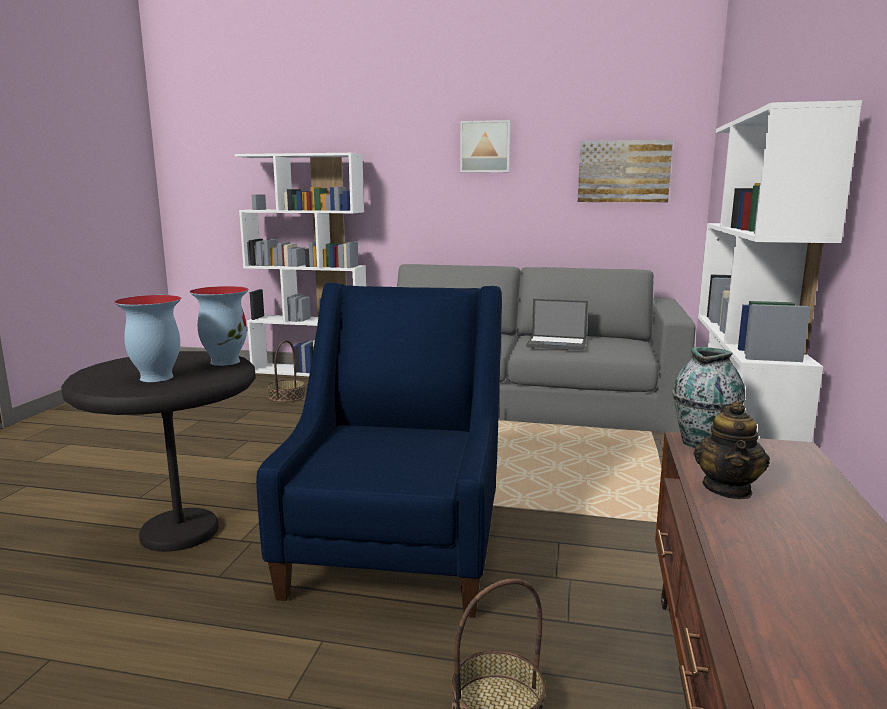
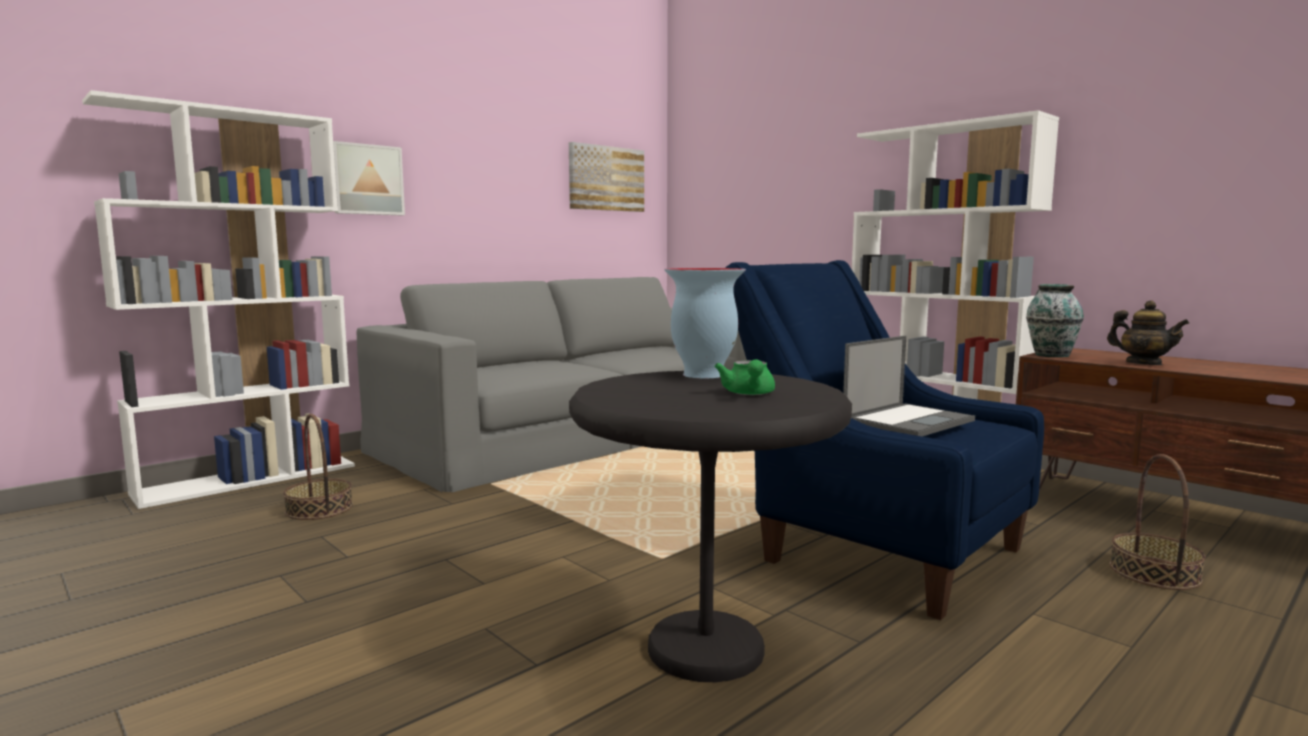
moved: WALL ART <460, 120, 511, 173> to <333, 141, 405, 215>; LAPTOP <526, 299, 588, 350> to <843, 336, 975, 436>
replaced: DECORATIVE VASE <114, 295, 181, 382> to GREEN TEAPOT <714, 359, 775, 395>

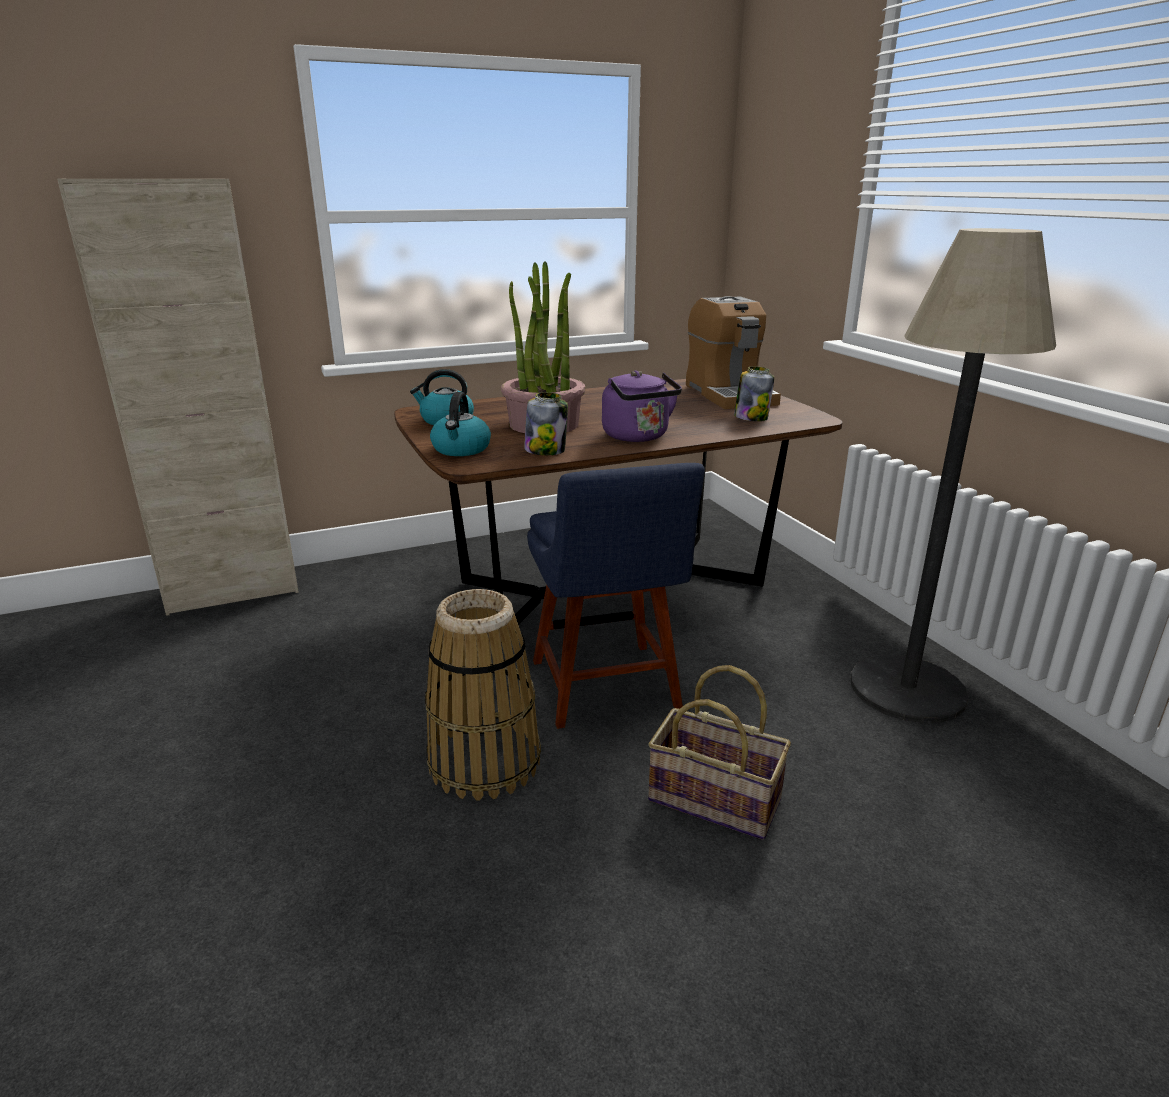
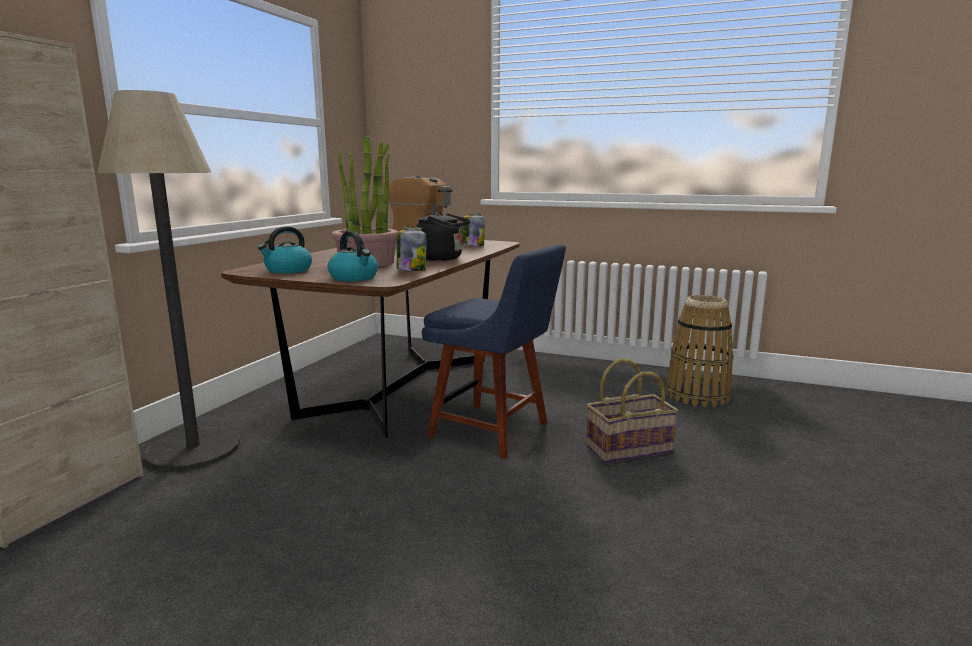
moved: BASKET <425, 589, 541, 801> to <666, 295, 734, 407>; FLOOR LAMP <851, 228, 1056, 723> to <97, 90, 240, 471>
recoloured: PURPLE KETTLE <602, 370, 682, 442> to BLACK KETTLE <415, 212, 471, 261>

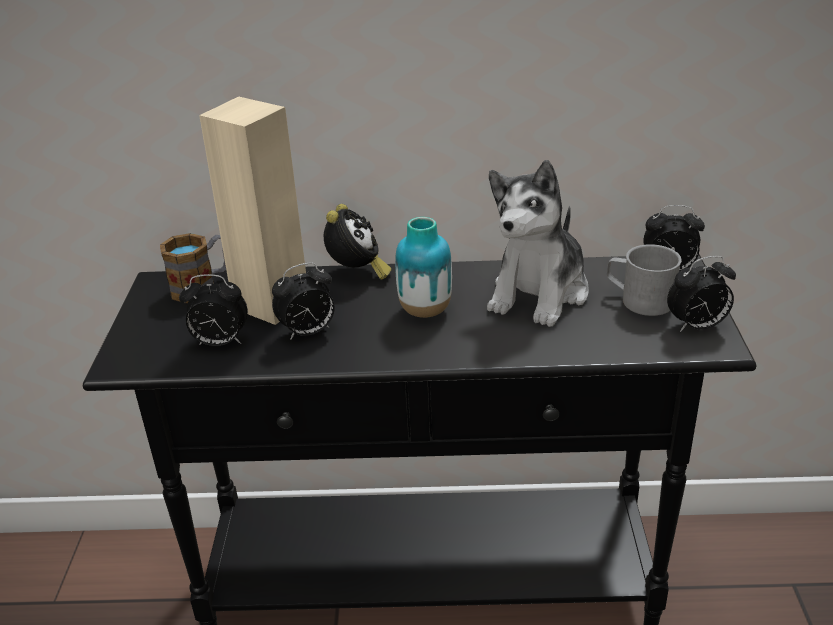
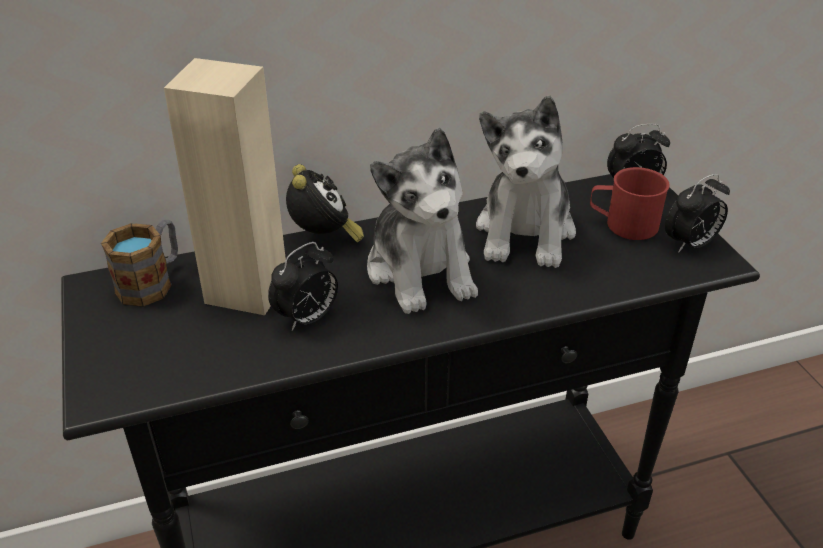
removed: BEDSIDE CLOCK <179, 274, 248, 346>
replaced: DECORATIVE VASE <395, 217, 452, 318> to SOFT TOY <367, 127, 478, 314>
recoloured: GRAY MUG <607, 244, 682, 316> to REDDISH MUG <590, 167, 670, 240>

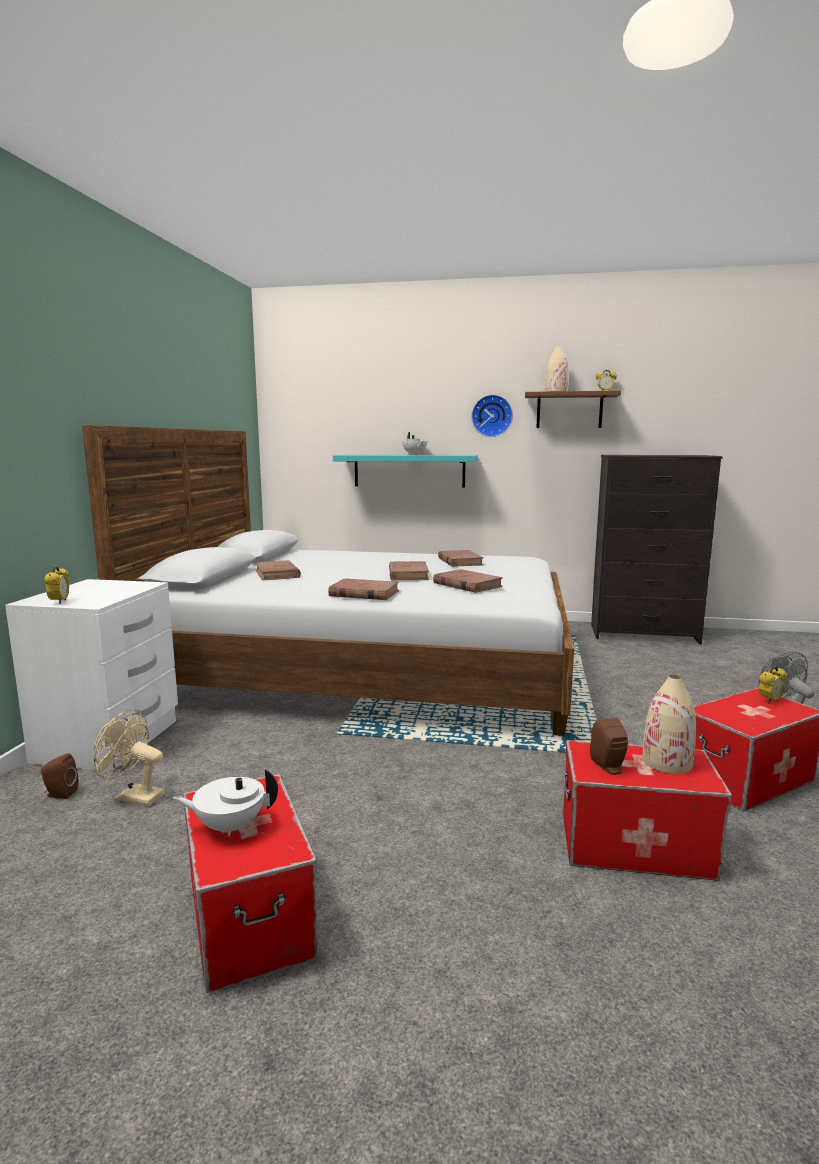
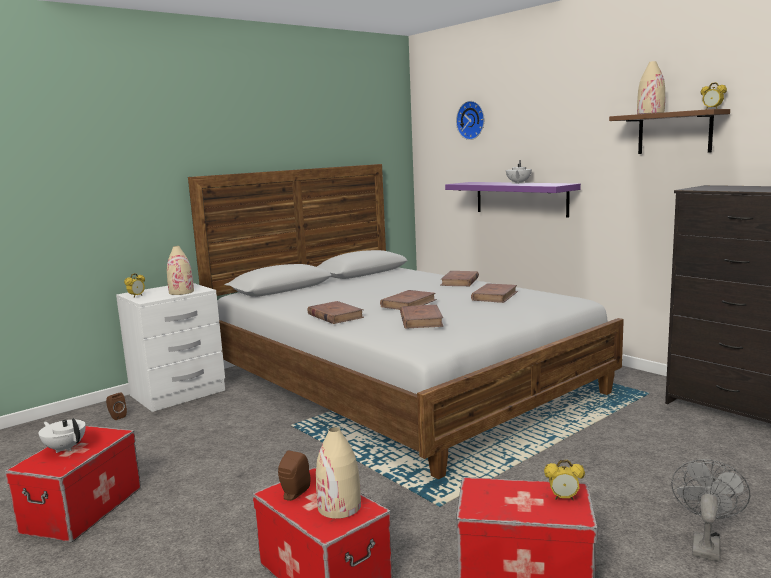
removed: SAND-COLOURED ELECTRIC FAN <93, 709, 165, 806>
added: SAND-COLOURED DECORATIVE VASE <167, 246, 194, 295>
moved: BROWNISH BOOK <255, 560, 301, 580> to <440, 271, 479, 286>; HANGING CLOCK <471, 394, 513, 437> to <456, 101, 484, 140>
recoloured: TURQUOISE BRACKET SHELF <333, 455, 478, 488> to PURPLE BRACKET SHELF <445, 182, 581, 218>

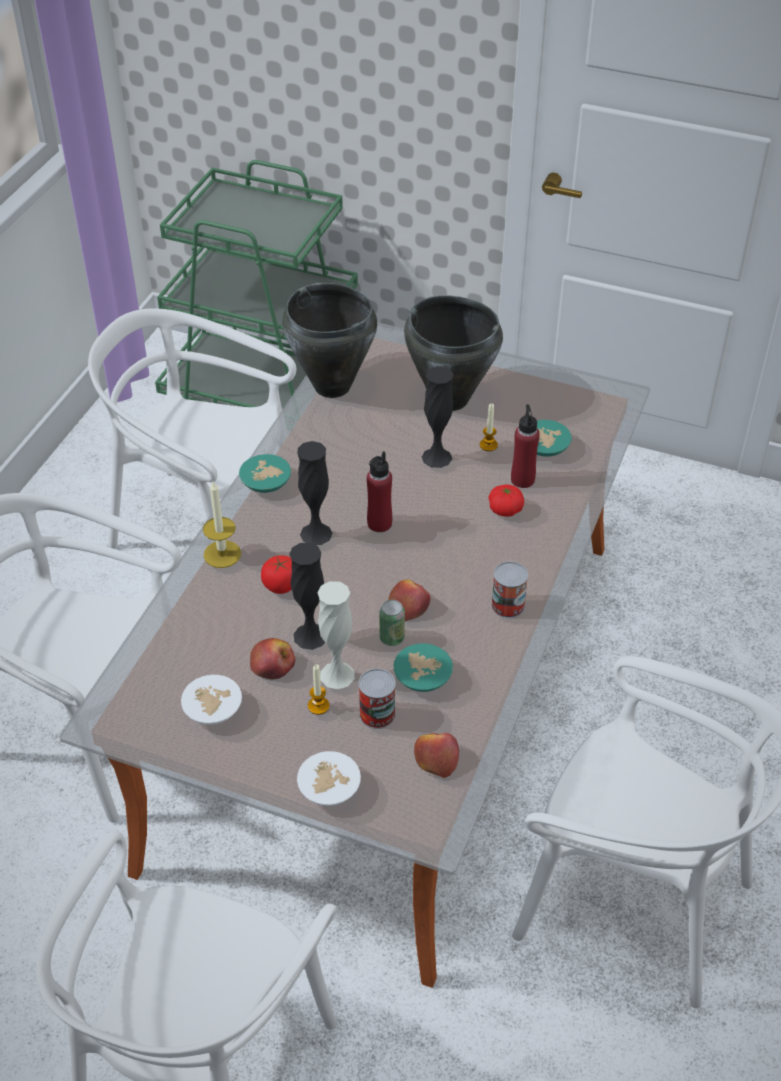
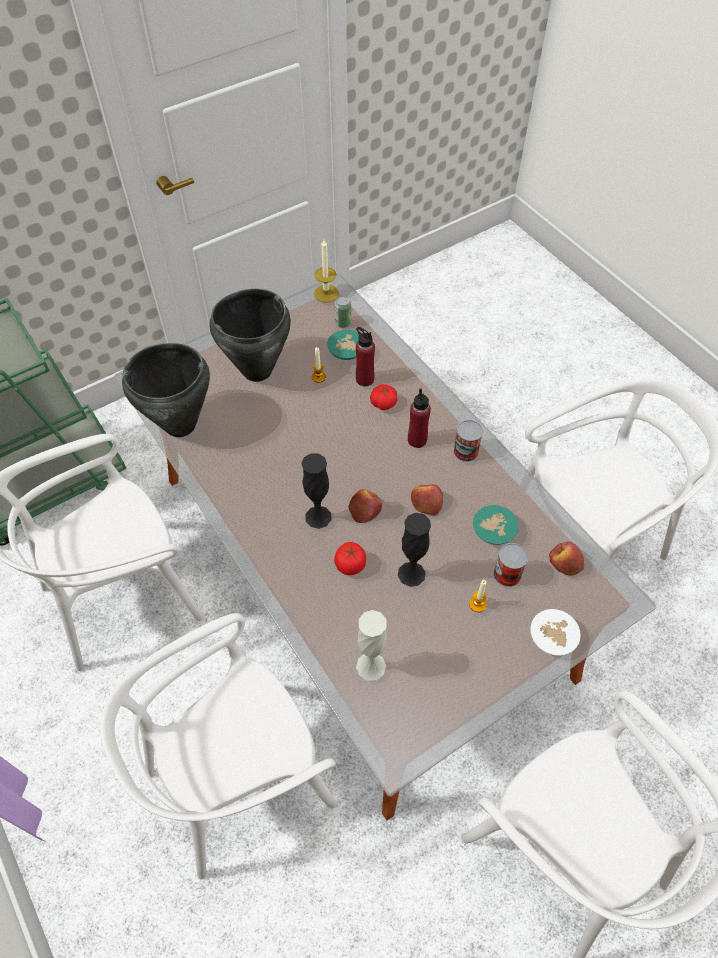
removed: WHITE-COLOURED SERVING BOWL <181, 675, 242, 725>; TURQUOISE SERVING BOWL <239, 454, 291, 493>; BLACK DECORATIVE VASE <422, 366, 453, 468>
moved: CANDLE <203, 481, 241, 568> to <314, 240, 339, 303>; APPLE FRUIT <250, 638, 295, 679> to <348, 489, 382, 523>; WHITE-COLOURED DECORATIVE VASE <318, 581, 355, 690> to <356, 610, 387, 681>; REDDISH BOTTLE <367, 451, 392, 532> to <408, 389, 431, 448>; SEALED CAN <379, 600, 405, 646> to <335, 296, 351, 328>

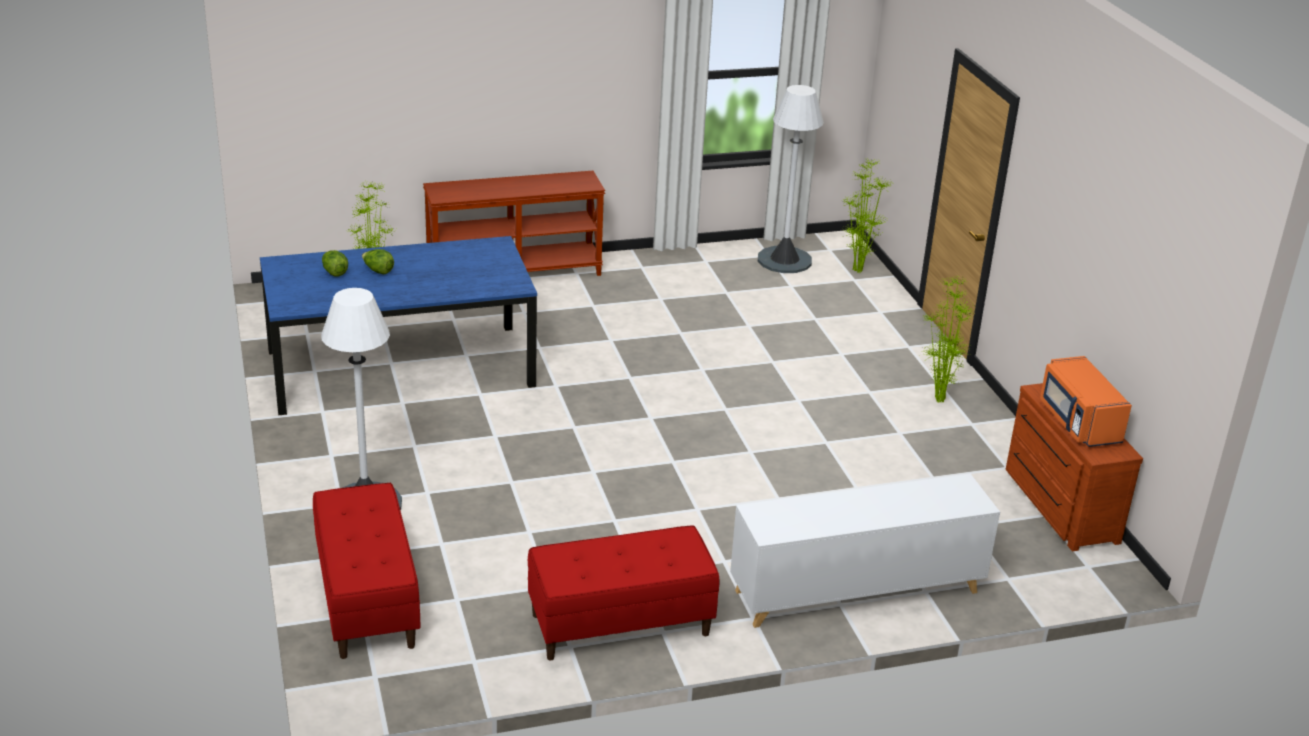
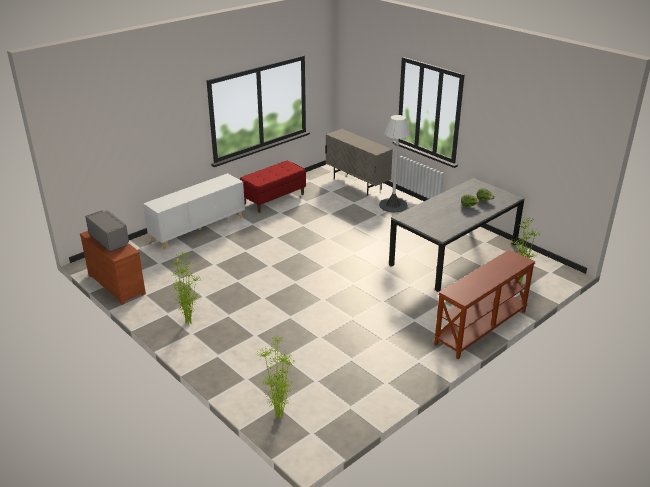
removed: WHITE-COLOURED FLOOR LAMP <758, 85, 824, 273>
replaced: REDDISH INDOOR BENCH <313, 483, 421, 659> to SAND-COLOURED CABINET <325, 129, 393, 196>
recoloured: BLUISH KITCHEN TABLE <260, 236, 537, 415> to GRAY KITCHEN TABLE <389, 178, 525, 292>; ORANGEY MICROWAVE OVEN <1040, 356, 1132, 447> to GRAY MICROWAVE OVEN <85, 210, 129, 252>

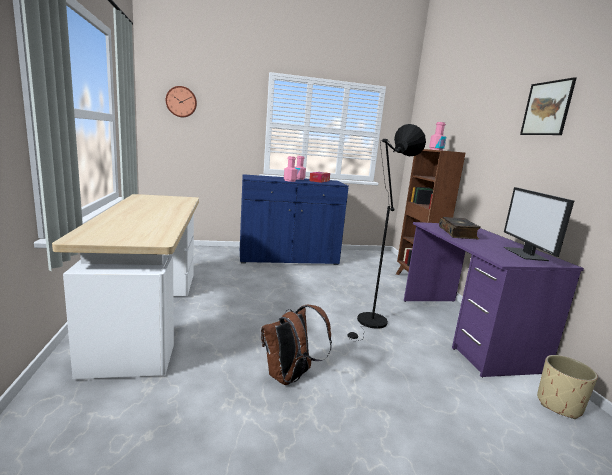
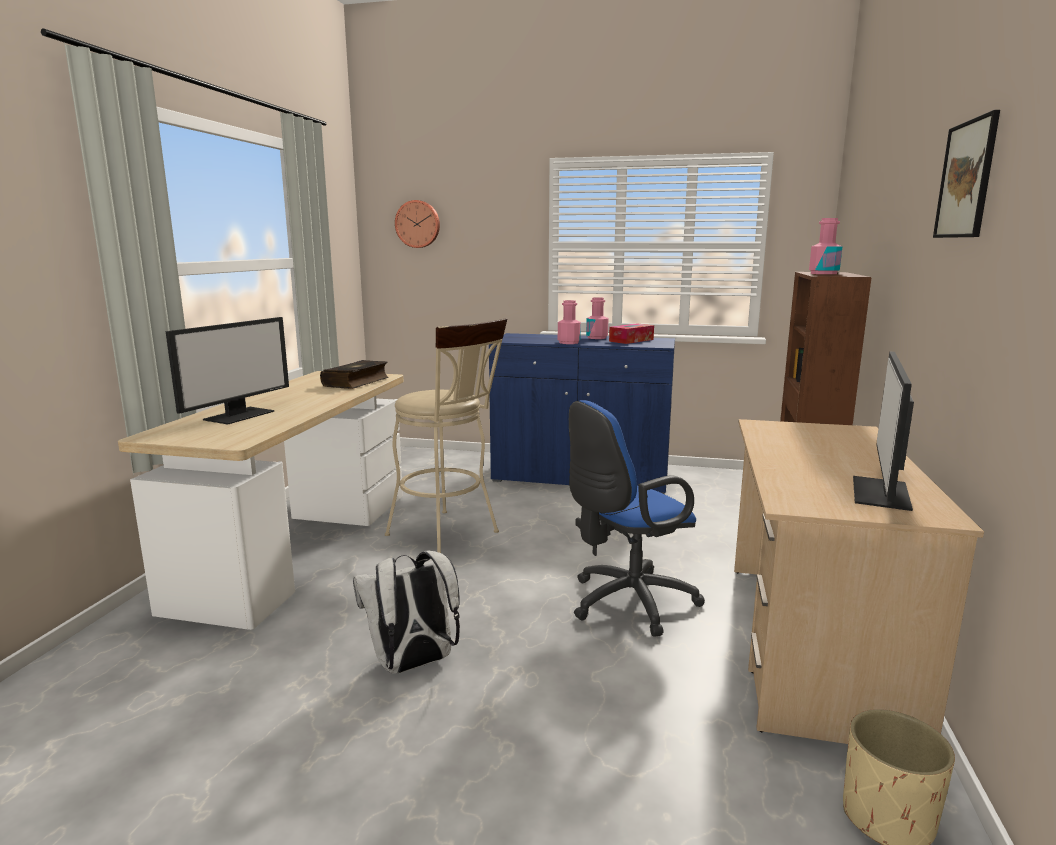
added: COMPUTER SCREEN <165, 317, 289, 425>; SAND-COLOURED STOOL <385, 318, 507, 553>
moved: BOOK <439, 217, 481, 239> to <320, 360, 389, 389>
replaced: BLACK FLOOR LAMP <347, 124, 426, 341> to BLUISH DESK CHAIR <569, 400, 705, 637>
recoloured: BROWNISH KNAPSACK <261, 305, 332, 385> to WHITE-COLOURED KNAPSACK <353, 551, 460, 674>; PURPLE DESK UNIT <404, 222, 584, 378> to SAND-COLOURED DESK UNIT <734, 419, 984, 744>

